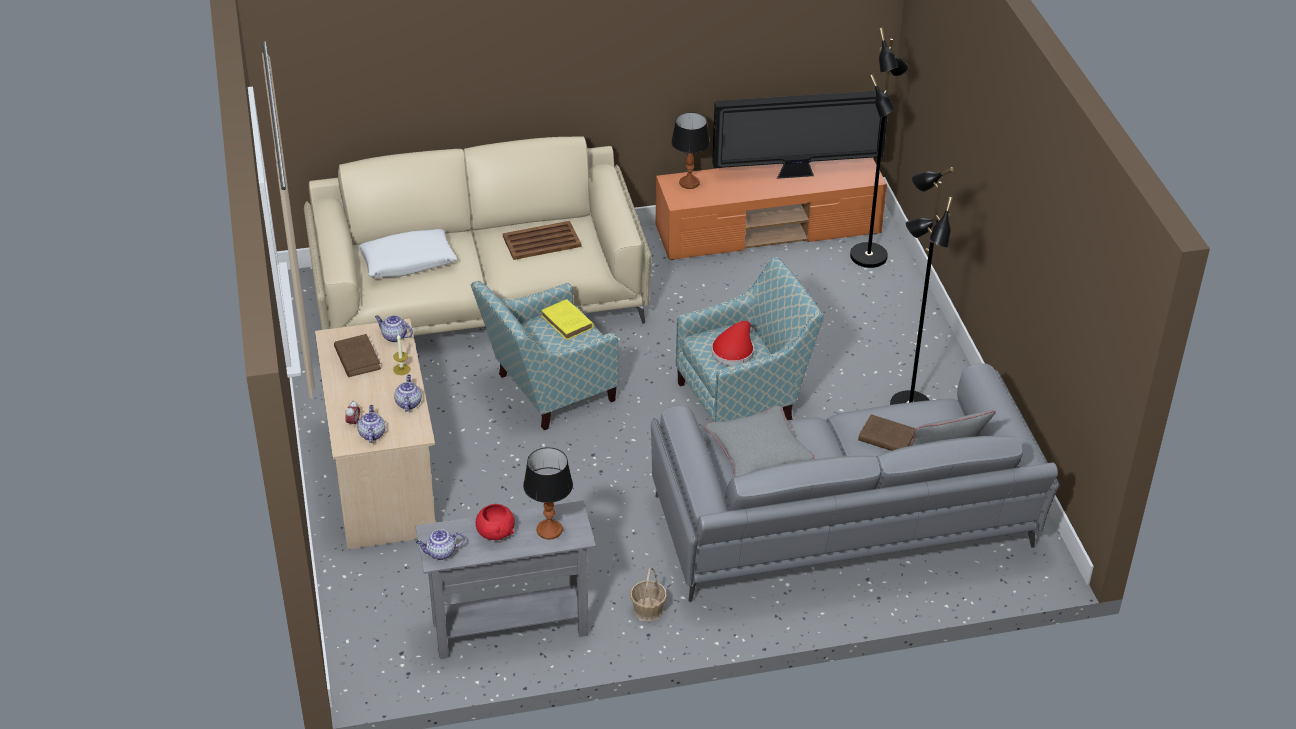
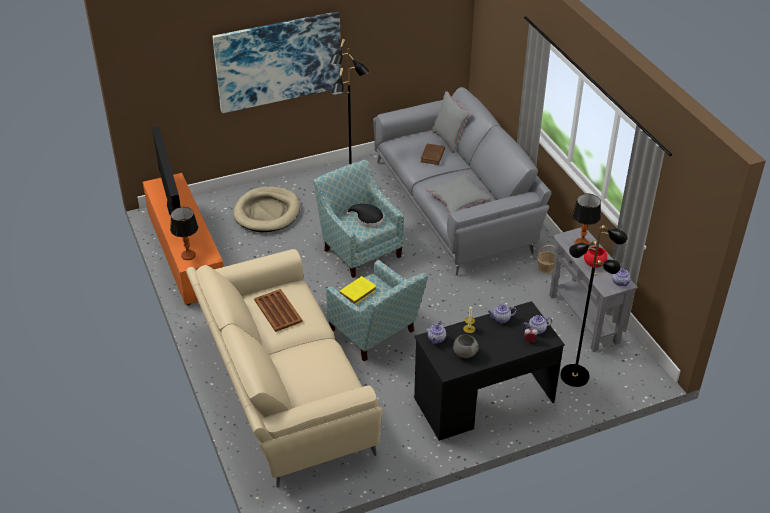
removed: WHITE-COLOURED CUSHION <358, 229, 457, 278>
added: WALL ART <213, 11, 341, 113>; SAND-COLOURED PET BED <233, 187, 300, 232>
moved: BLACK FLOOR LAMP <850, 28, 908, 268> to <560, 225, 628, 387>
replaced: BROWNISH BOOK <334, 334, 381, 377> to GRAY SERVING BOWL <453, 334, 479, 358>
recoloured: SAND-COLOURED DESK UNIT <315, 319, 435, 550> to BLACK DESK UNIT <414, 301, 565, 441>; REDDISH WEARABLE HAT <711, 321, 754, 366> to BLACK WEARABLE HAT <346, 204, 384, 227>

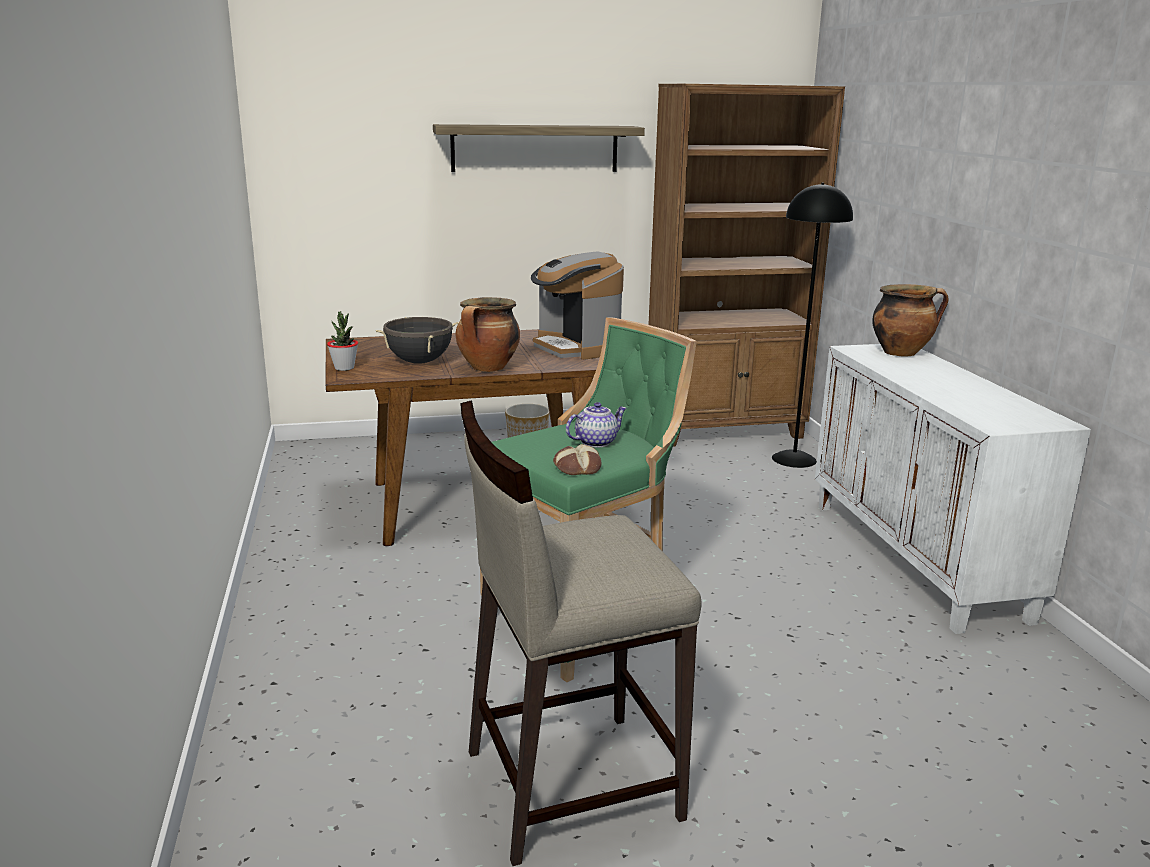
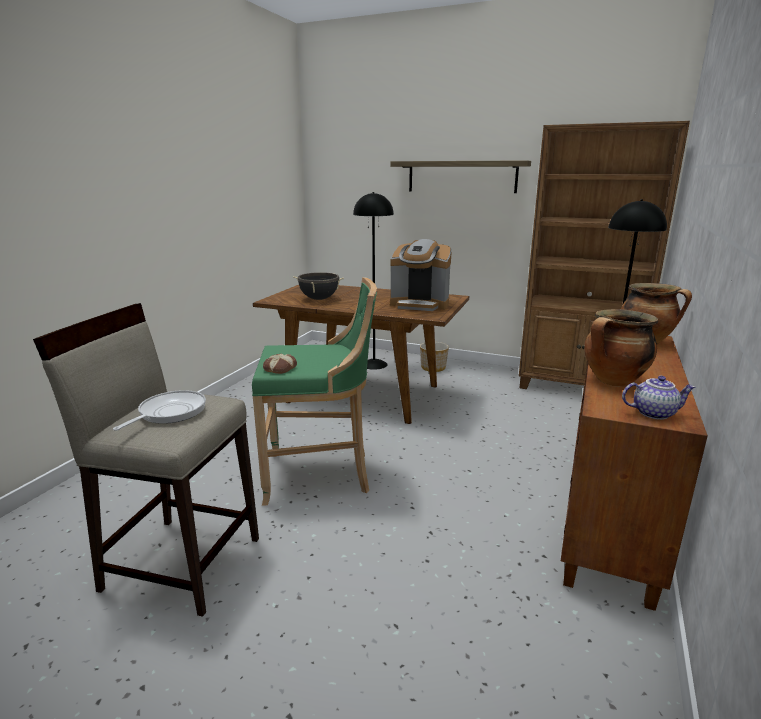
removed: POTTED PLANT <327, 311, 358, 371>
added: PAN <113, 390, 206, 431>; BLACK FLOOR LAMP <353, 192, 394, 370>
moved: SAUCEPOT <455, 297, 520, 372> to <584, 309, 658, 386>; TEAPOT <566, 402, 627, 448> to <622, 376, 696, 420>
recoloured: WHITE-COLOURED CABINET <815, 344, 1091, 634> to BROWNISH CABINET <561, 336, 708, 611>
turned: COFFEE MAKER <531, 252, 624, 360> = <390, 239, 452, 311> 75 degrees counterclockwise

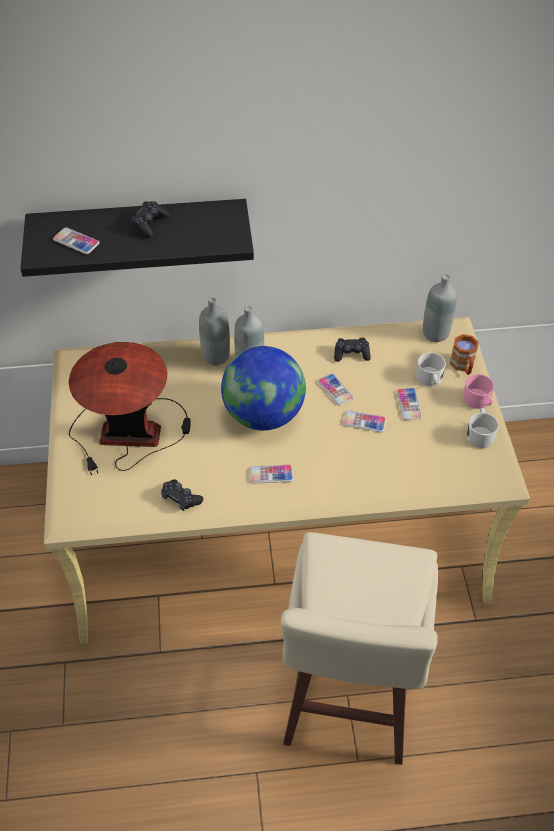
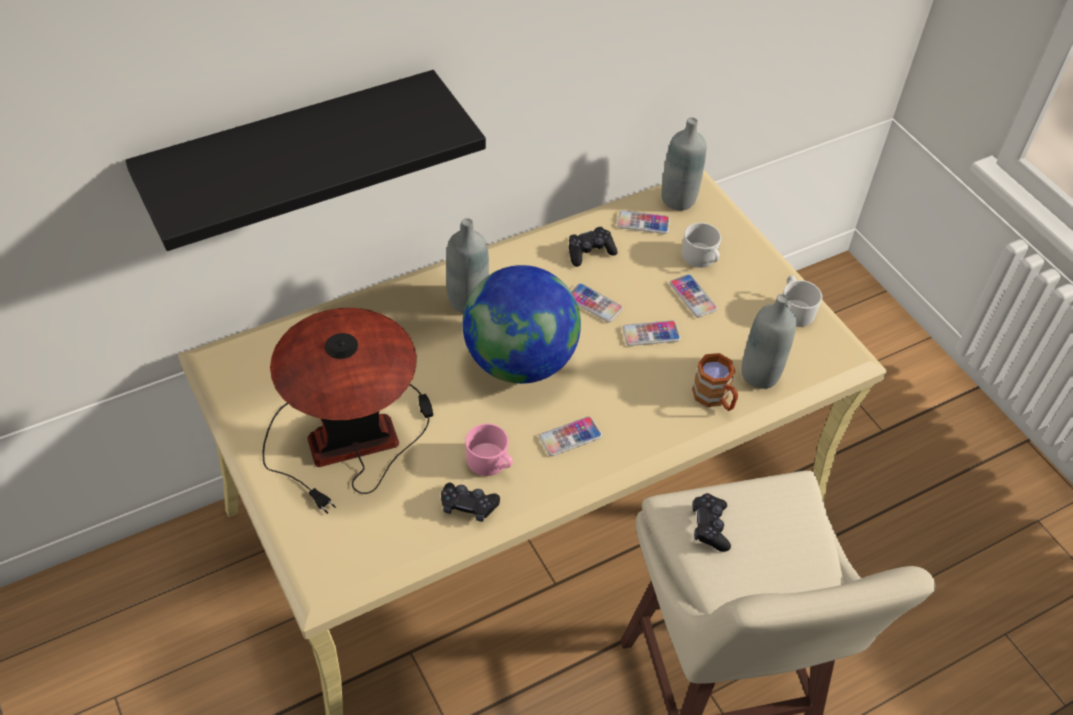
moved: HANDSET <53, 227, 100, 254> to <617, 210, 670, 234>; BLACK GAME CONTROLLER <130, 201, 169, 238> to <692, 493, 731, 552>; GRAY BOTTLE <199, 297, 230, 366> to <742, 294, 796, 389>; BROWNISH MUG <450, 334, 479, 375> to <692, 353, 738, 411>; PINKISH MUG <463, 374, 494, 409> to <465, 423, 513, 476>

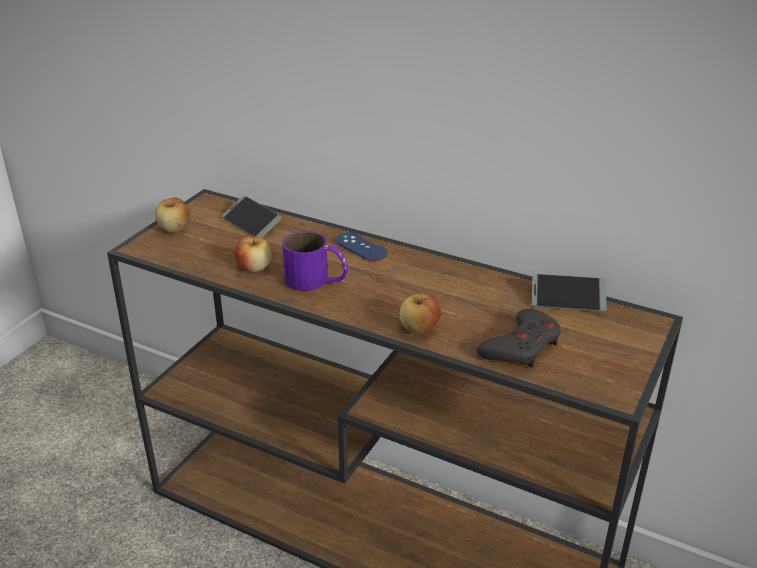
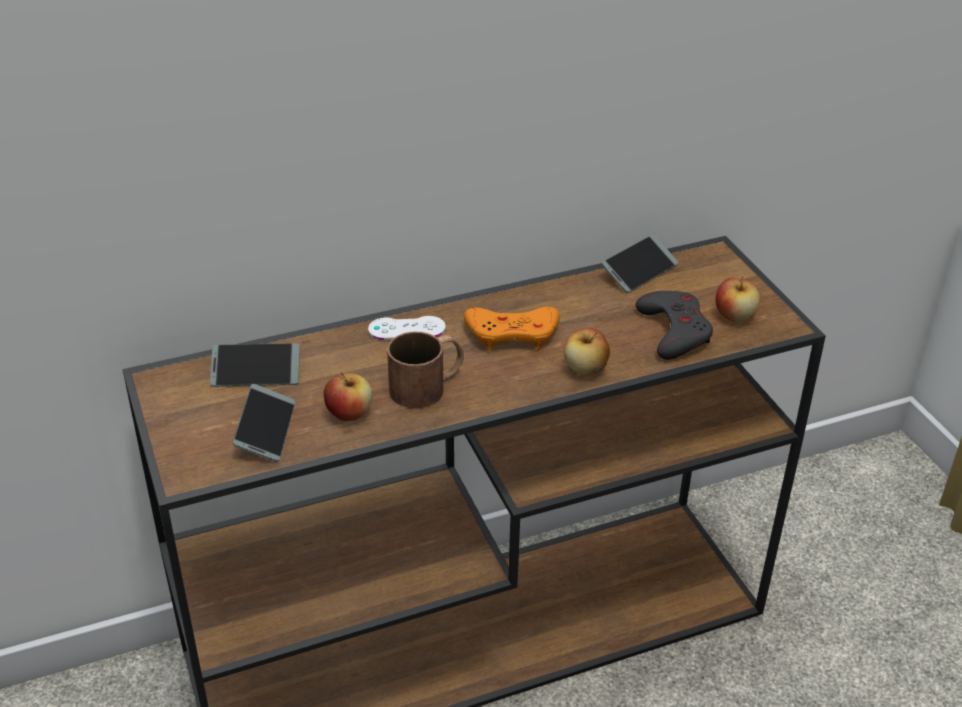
added: HANDSET <232, 384, 295, 462>; ORANGEY GAME CONTROLLER <464, 307, 560, 351>
moved: APPLE FRUIT <155, 198, 190, 233> to <715, 276, 760, 322>
recoloured: PURPLE MUG <282, 231, 348, 291> to BROWNISH MUG <387, 331, 464, 409>; BLUISH GAME CONTROLLER <336, 233, 387, 261> to WHITE-COLOURED GAME CONTROLLER <368, 316, 446, 340>

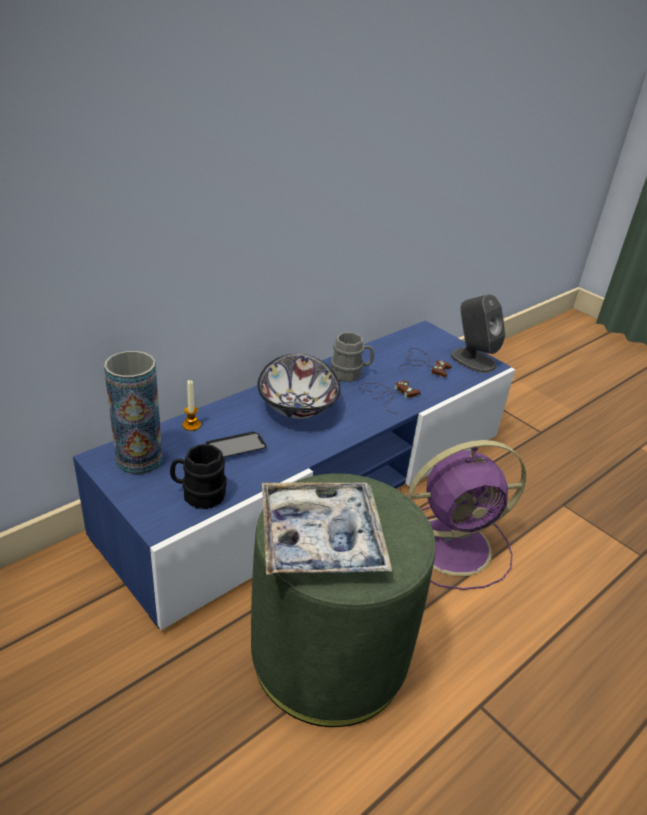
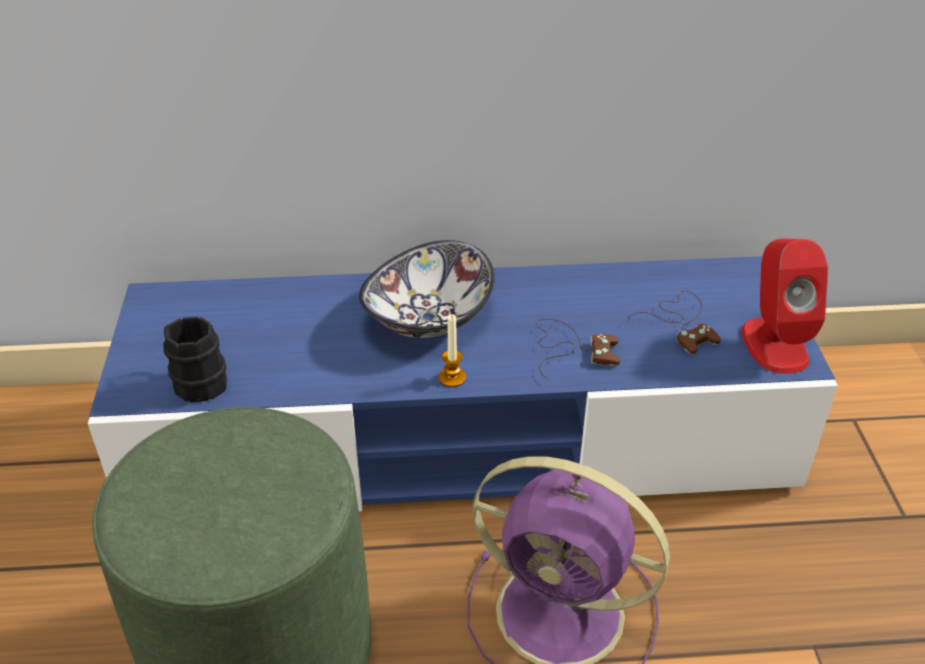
removed: DECORATIVE VASE <104, 351, 162, 474>; HANDSET <205, 432, 266, 458>; CARRYING TRAY <262, 482, 392, 575>; GRAY MUG <331, 332, 374, 382>
moved: CANDLE <182, 380, 201, 431> to <439, 314, 466, 387>
recoloured: GRAY LOUDSPEAKER <450, 294, 505, 373> to REDDISH LOUDSPEAKER <742, 238, 828, 374>

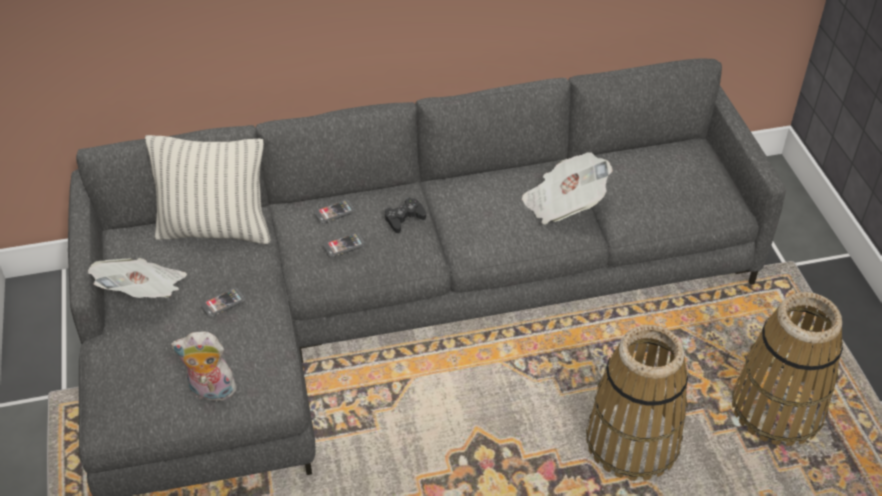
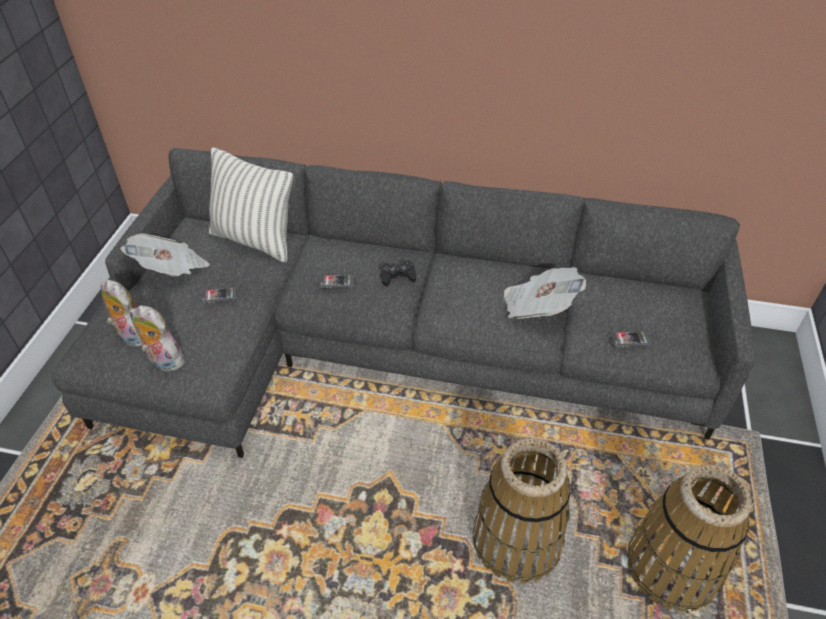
added: SOFT TOY <101, 280, 142, 347>
moved: HANDSET <314, 199, 355, 224> to <611, 331, 651, 347>

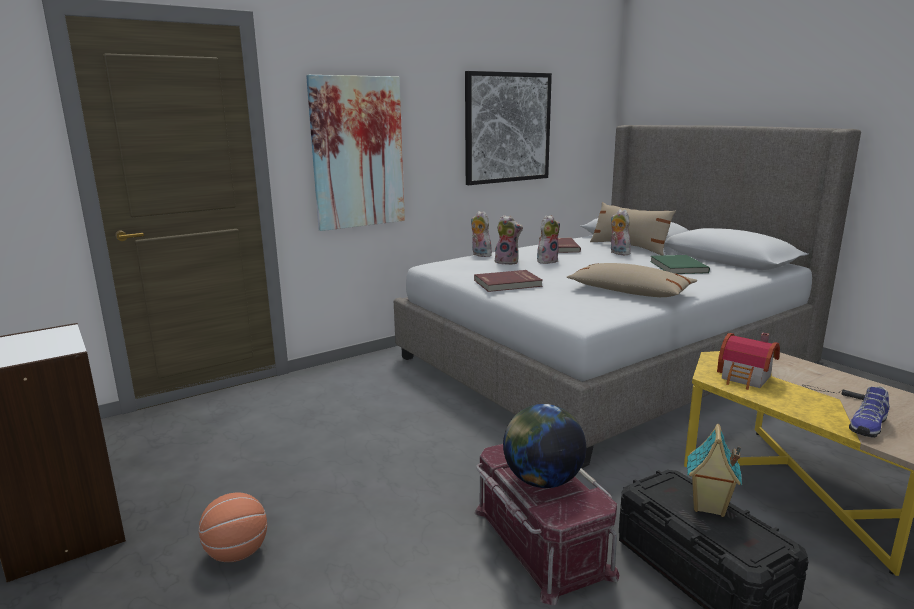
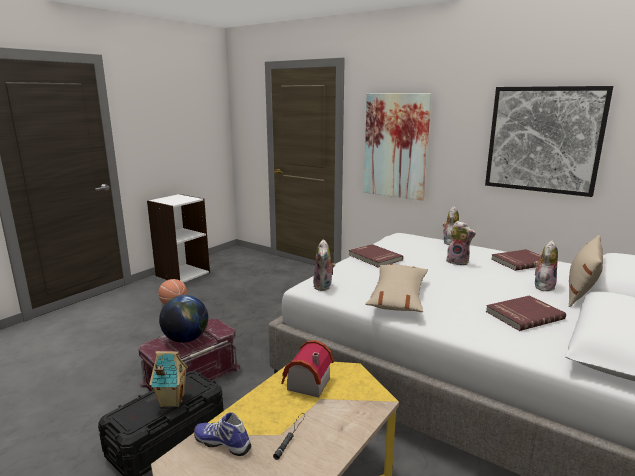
moved: SOFT TOY <495, 215, 523, 265> to <313, 239, 335, 291>
recoloured: GREEN BOOK <650, 255, 710, 274> to REDDISH BOOK <486, 295, 566, 331>

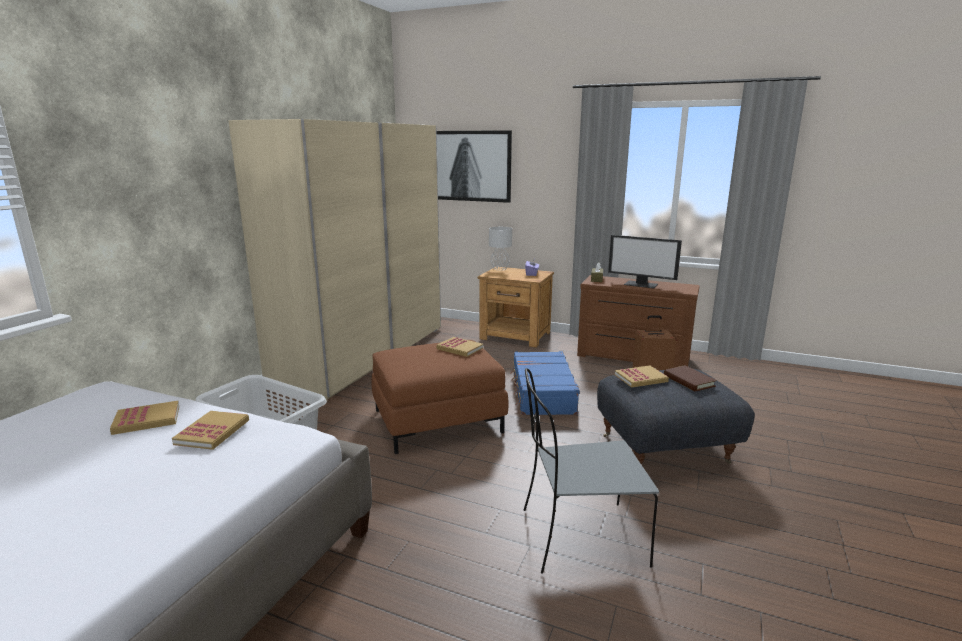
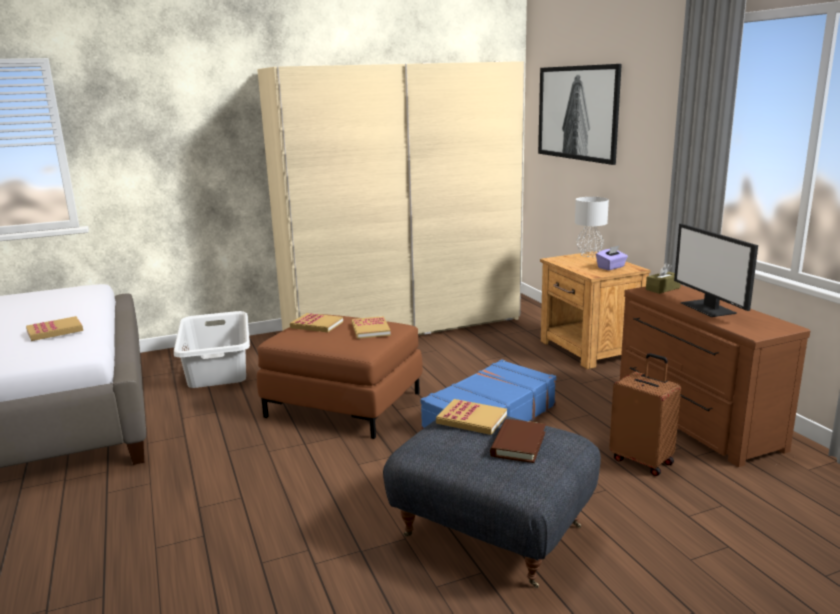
removed: GRAY CHAIR <524, 368, 659, 574>
moved: BOOK <110, 401, 179, 435> to <290, 313, 343, 332>

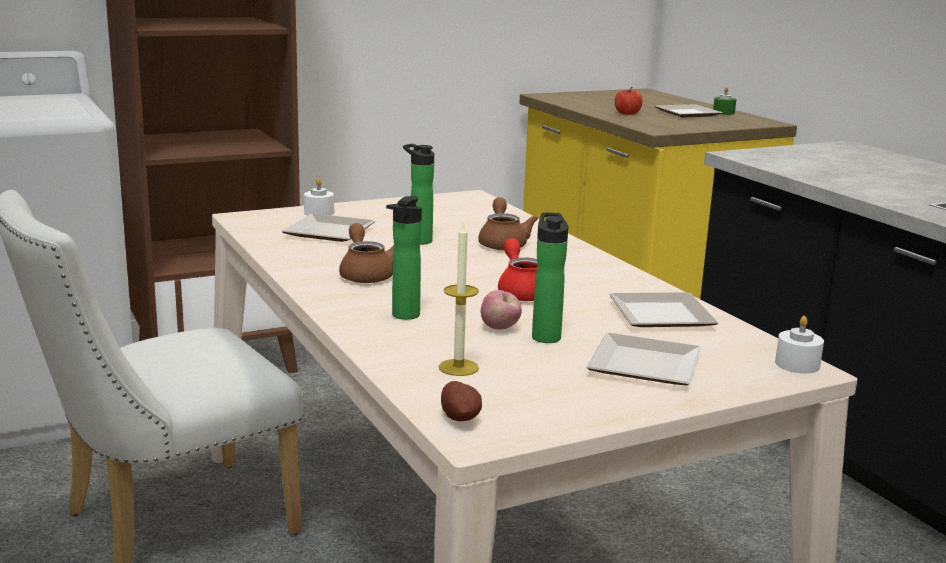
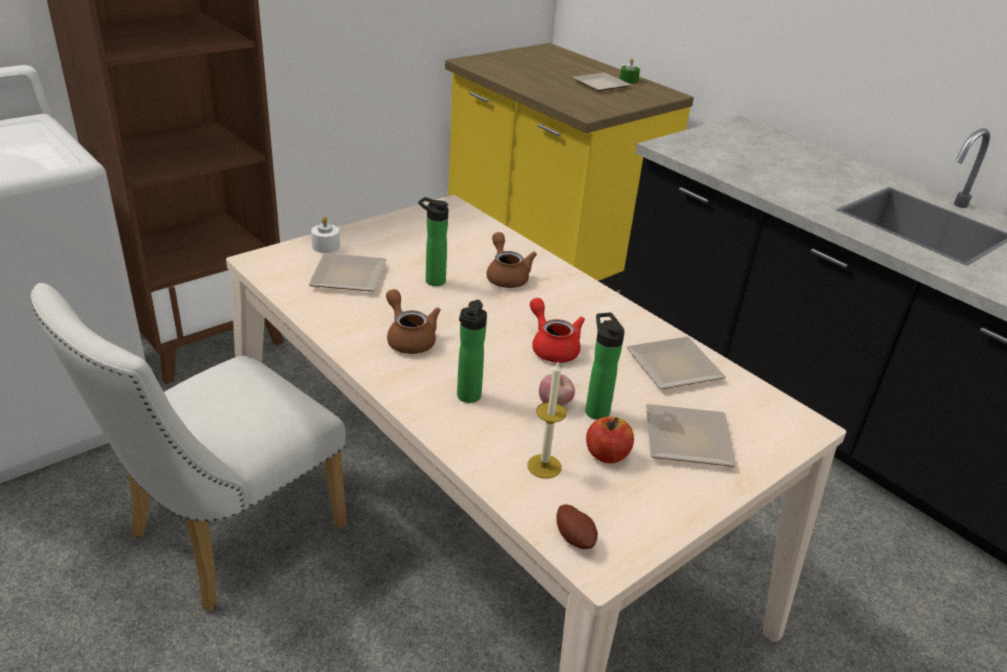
removed: WHITE-COLOURED CANDLE <775, 316, 824, 374>
moved: APPLE FRUIT <615, 87, 642, 115> to <586, 417, 634, 463>

